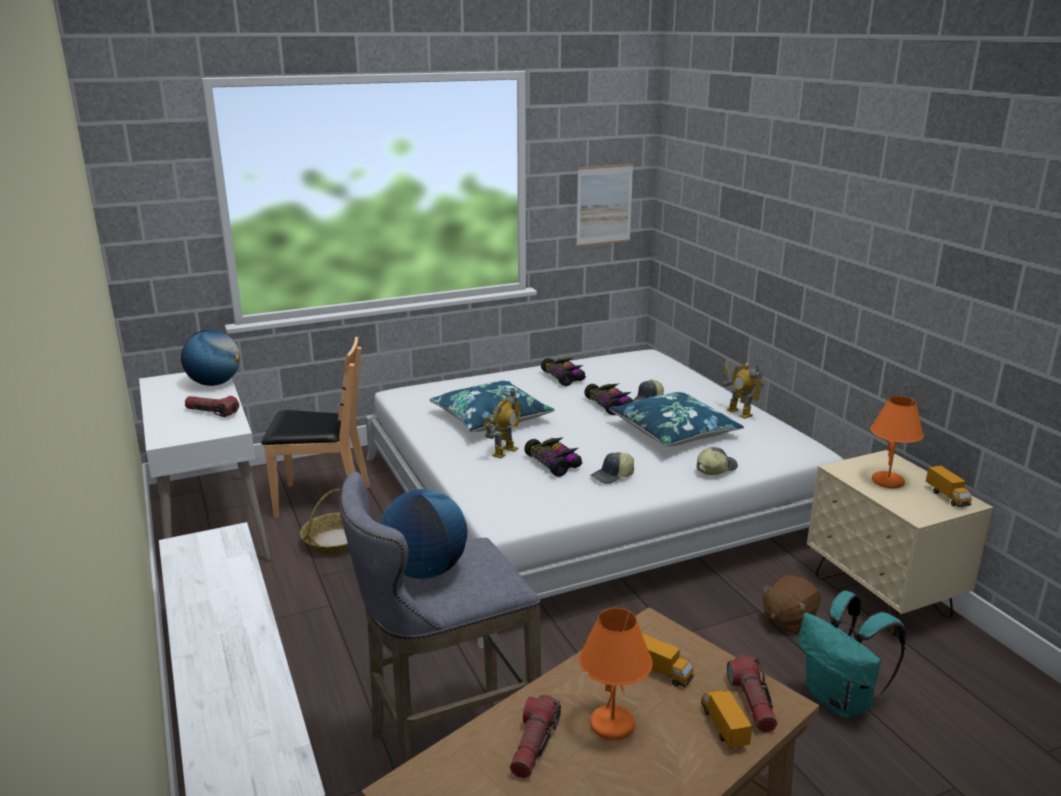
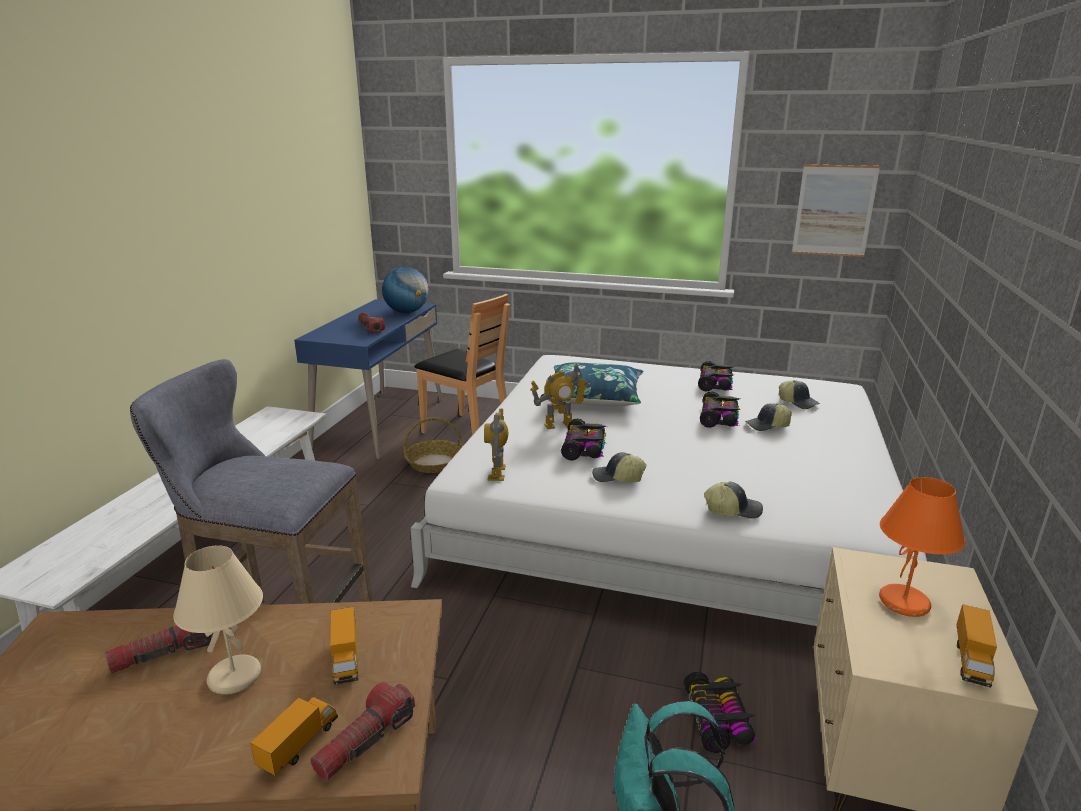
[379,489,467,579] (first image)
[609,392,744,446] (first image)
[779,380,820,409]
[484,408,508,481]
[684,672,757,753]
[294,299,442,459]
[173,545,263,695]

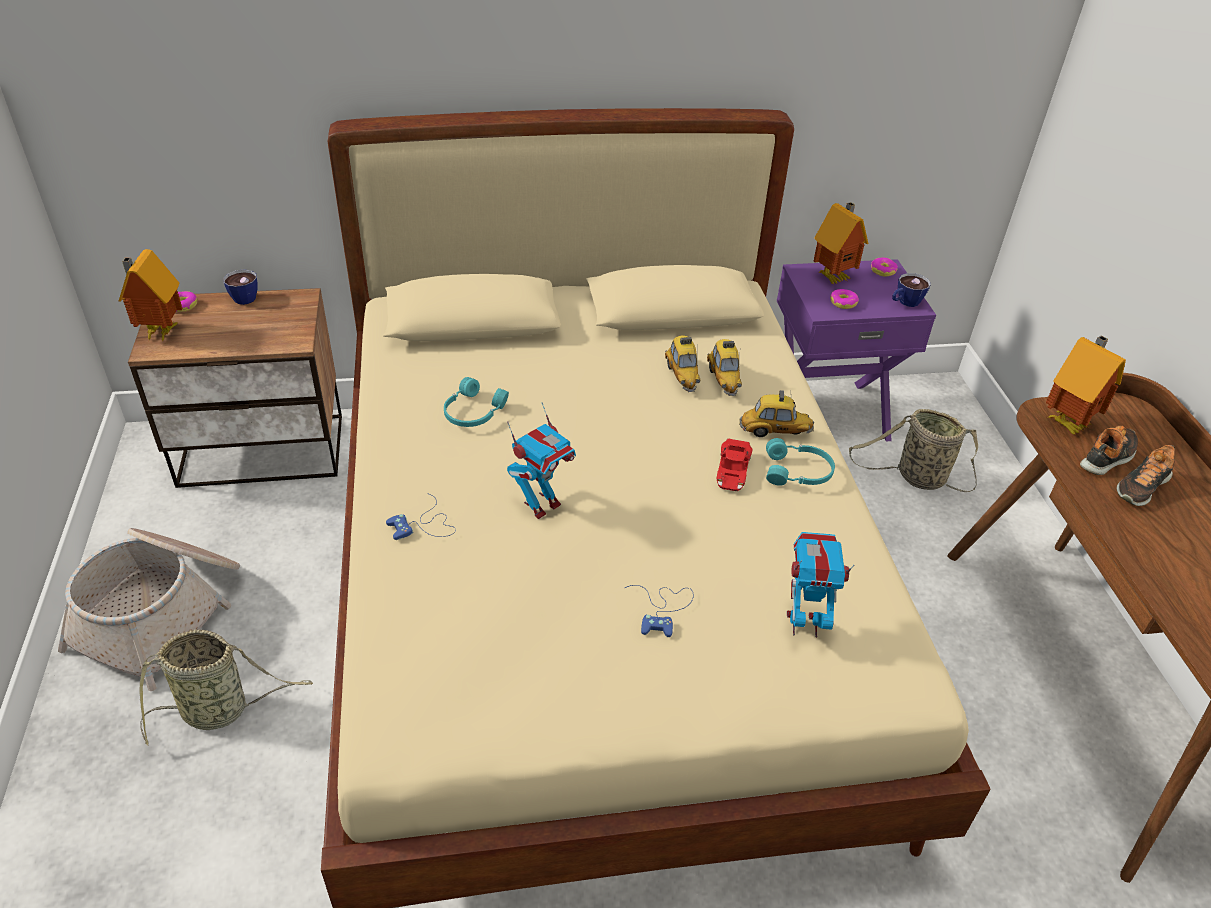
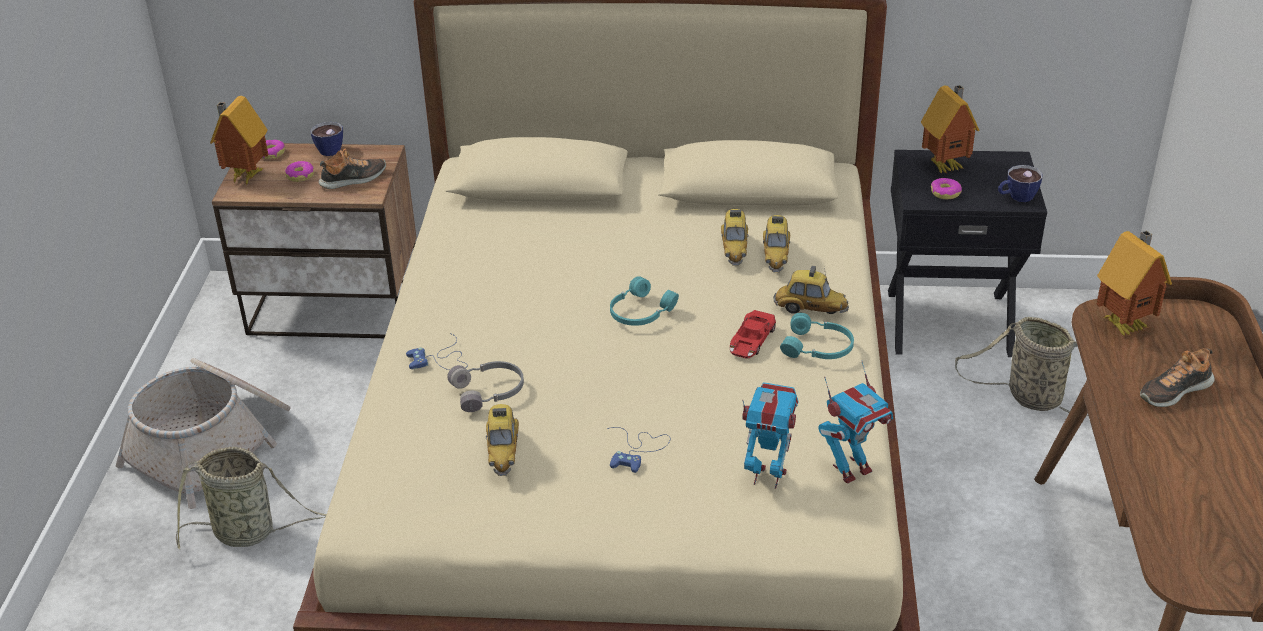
[447,361,524,412]
[486,404,519,476]
[610,276,679,326]
[818,360,893,484]
[285,161,314,182]
[318,148,386,189]
[888,150,1047,357]

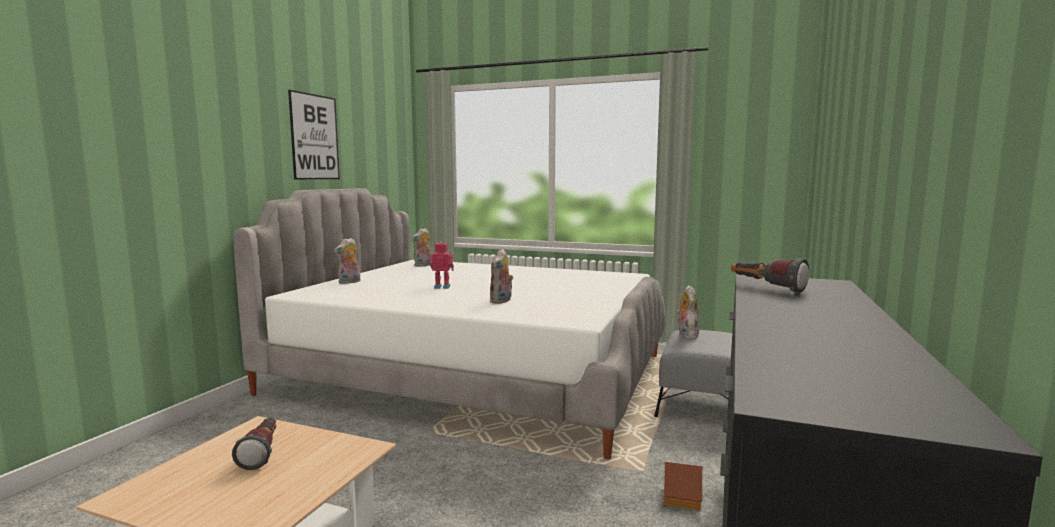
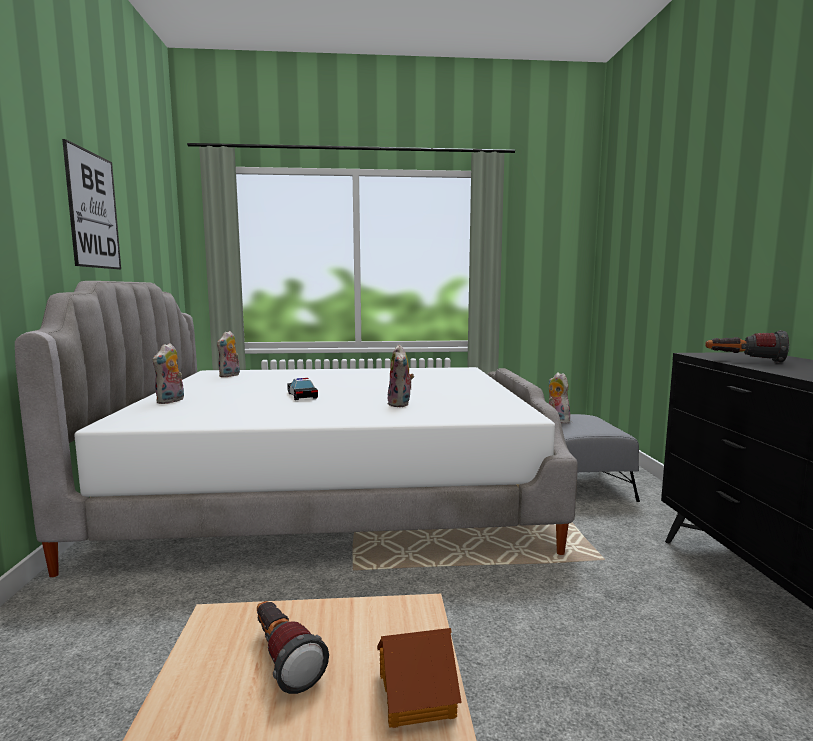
[377,628,462,728]
[287,378,318,400]

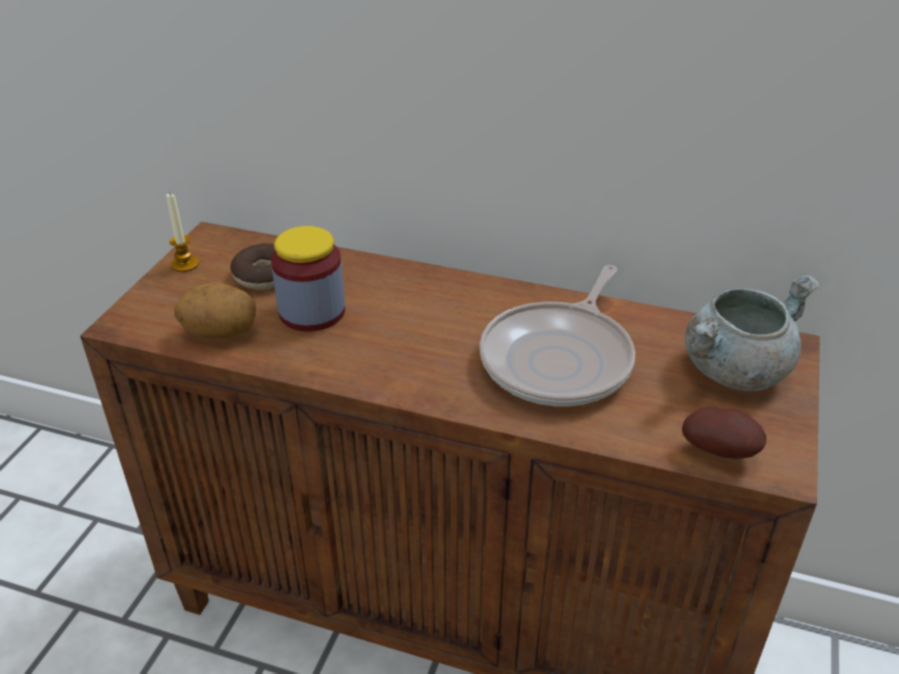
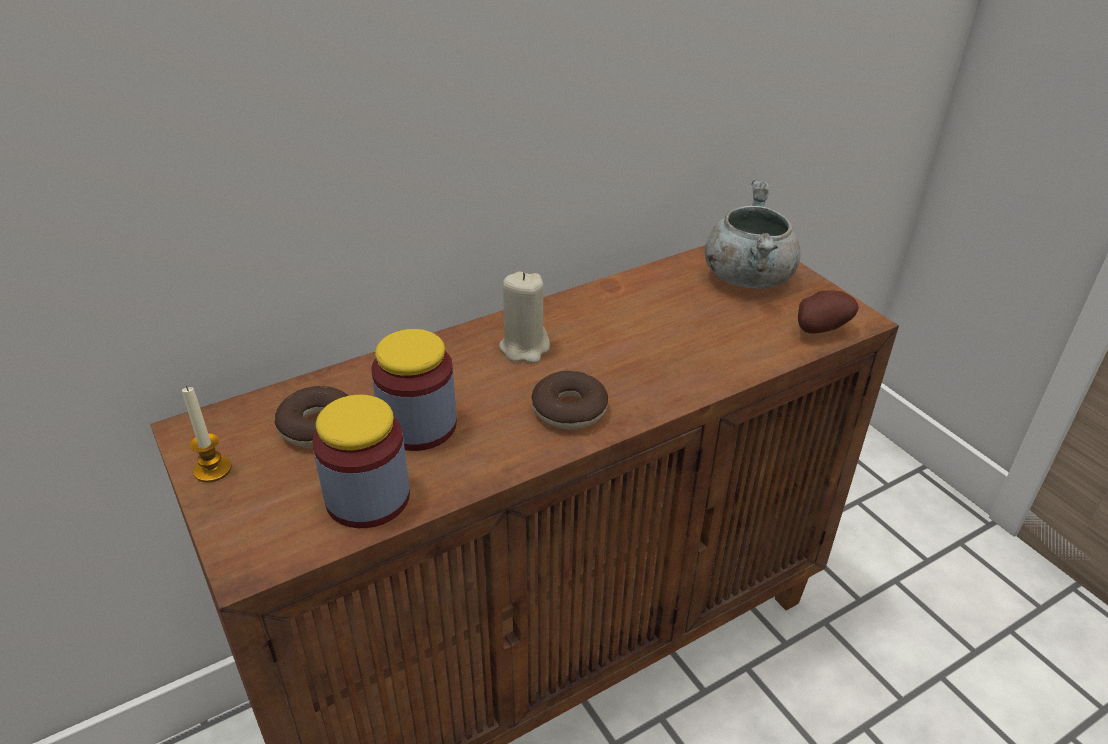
[480,265,635,406] (first image)
[499,272,550,363]
[532,371,608,430]
[312,395,410,528]

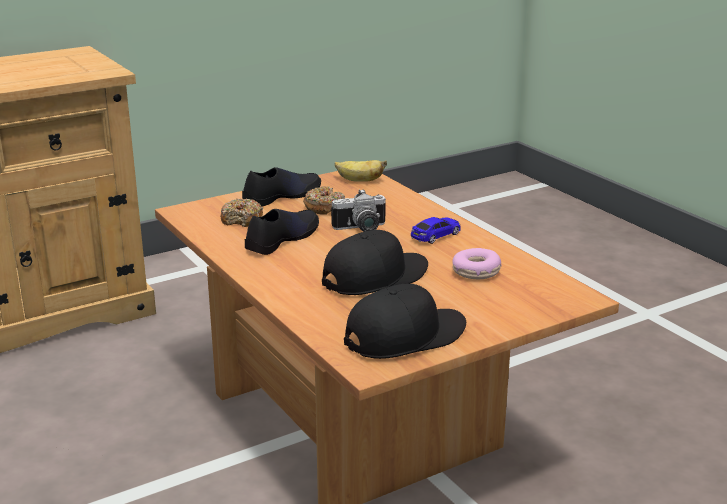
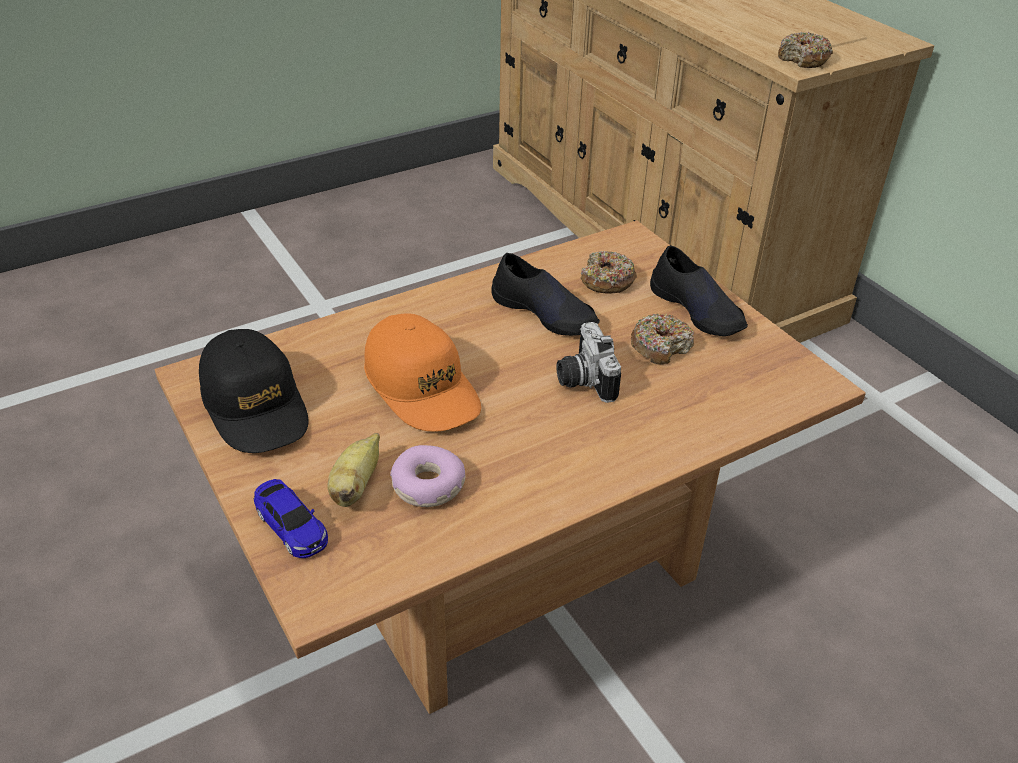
[778,32,833,68]
[327,433,380,507]
[254,479,328,558]
[364,313,481,432]

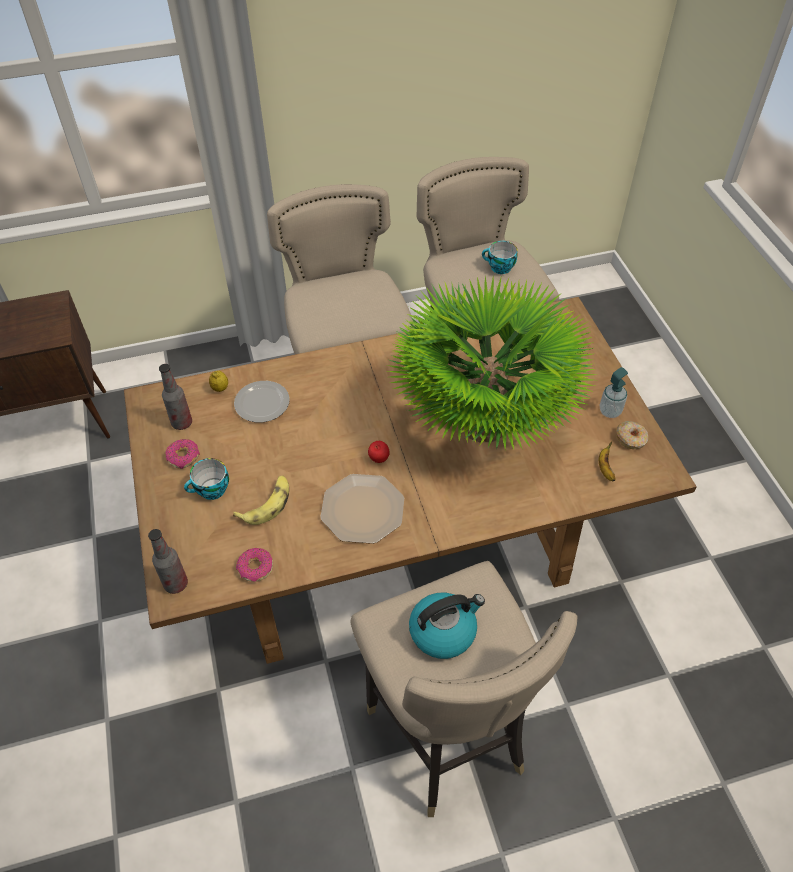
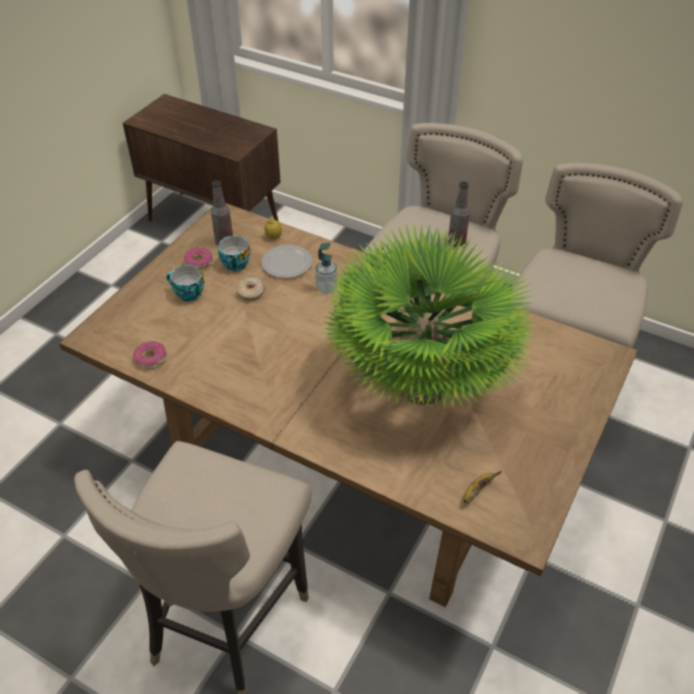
[233,475,289,525] (first image)
[320,474,404,544] (first image)
[368,441,390,463] (first image)
[409,593,485,659] (first image)
[448,181,470,247]
[218,236,250,271]
[315,243,338,294]
[236,276,265,301]

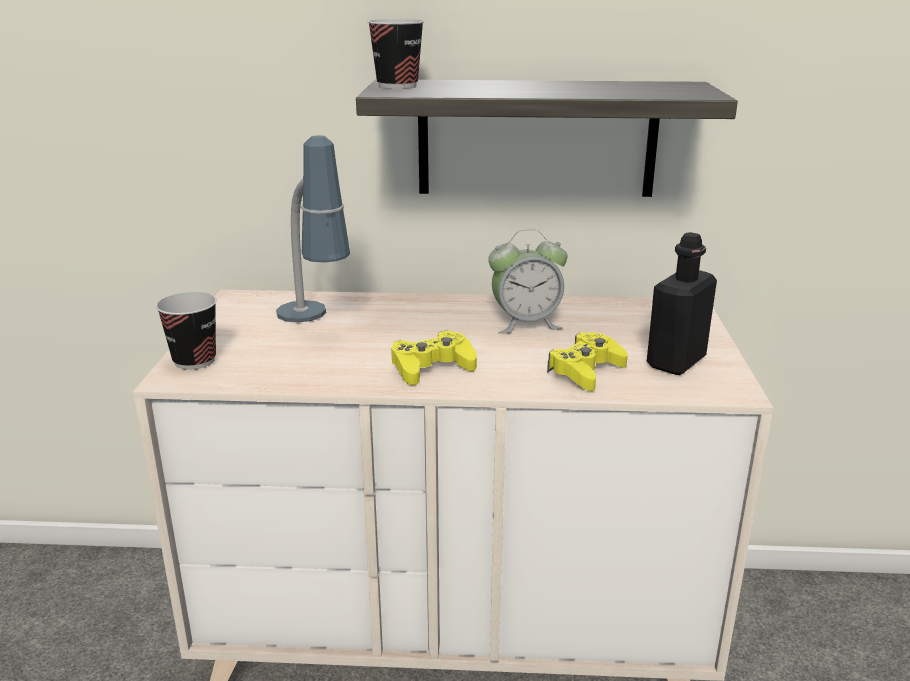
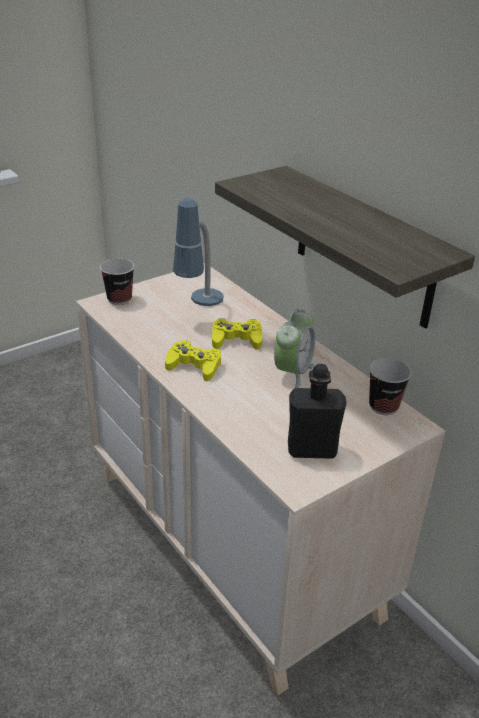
[369,358,411,415]
[212,318,262,350]
[274,308,315,388]

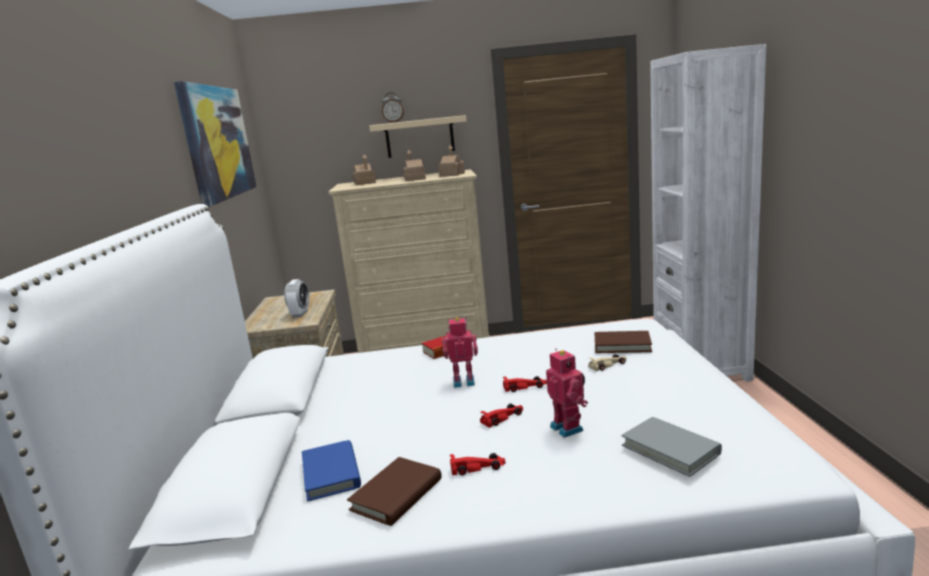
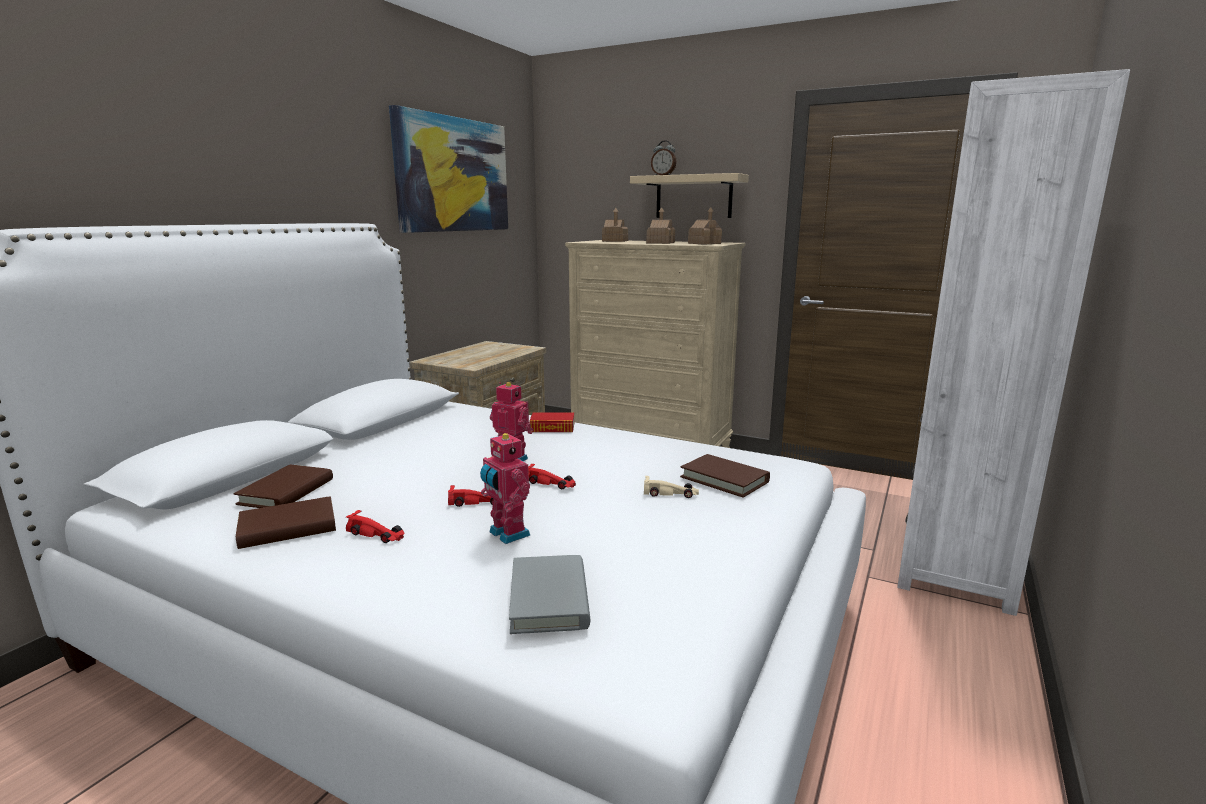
[284,279,309,317] (first image)
[234,464,333,508]
[480,432,530,544]

